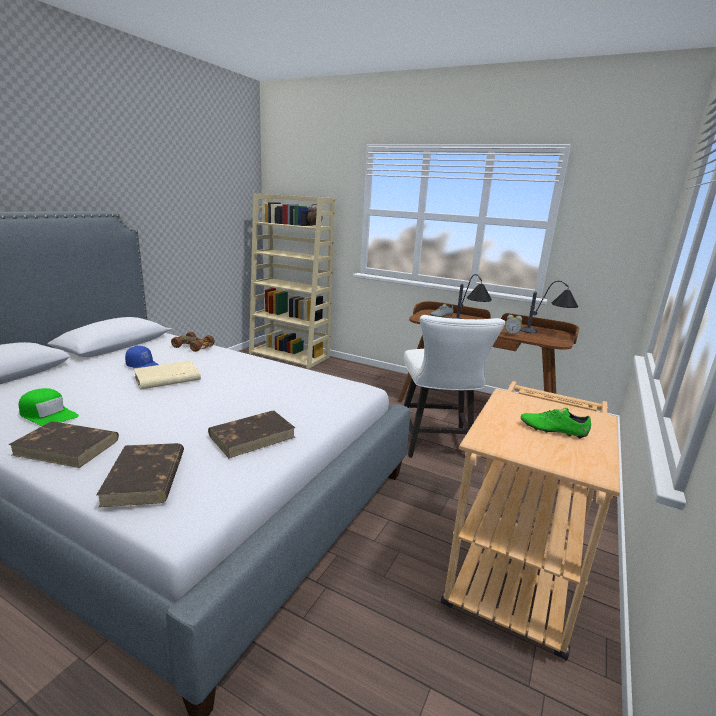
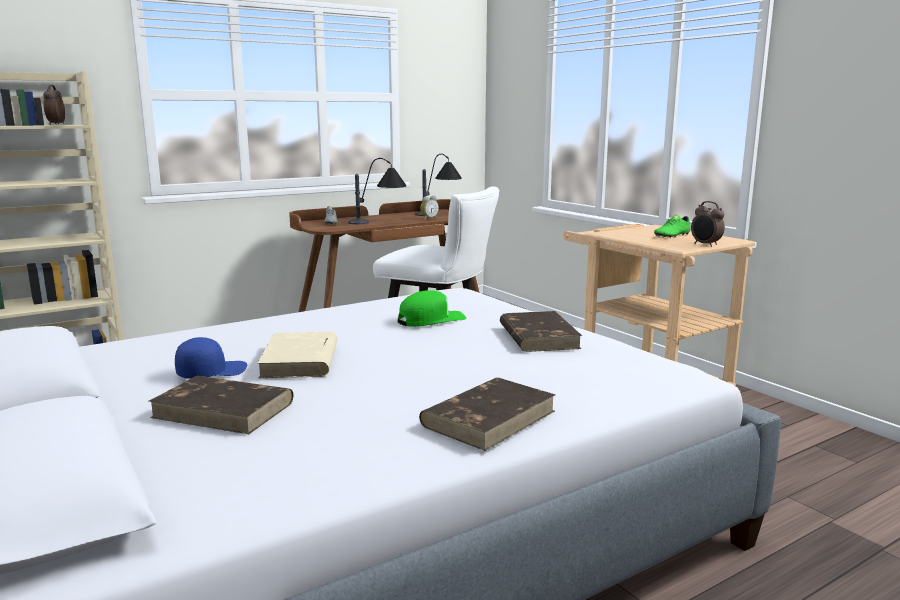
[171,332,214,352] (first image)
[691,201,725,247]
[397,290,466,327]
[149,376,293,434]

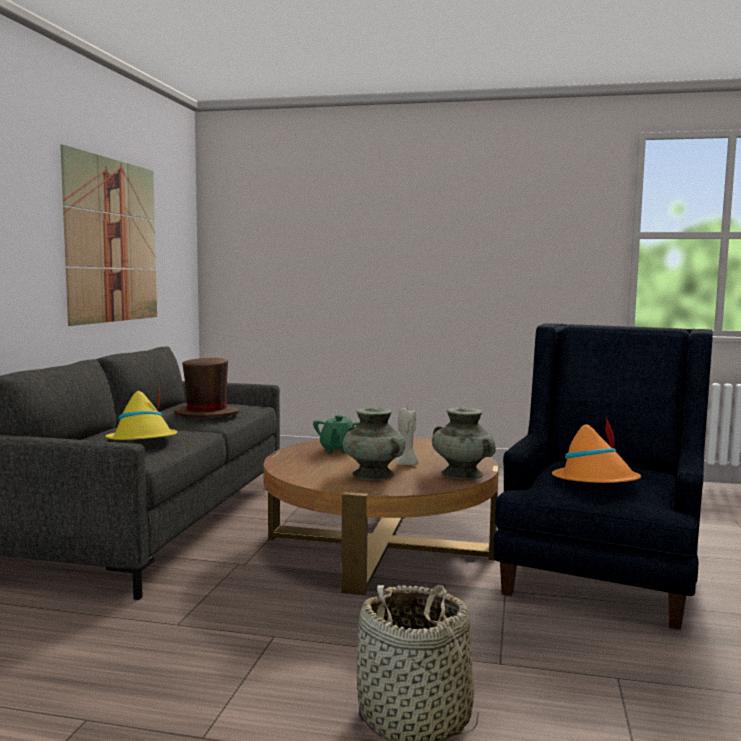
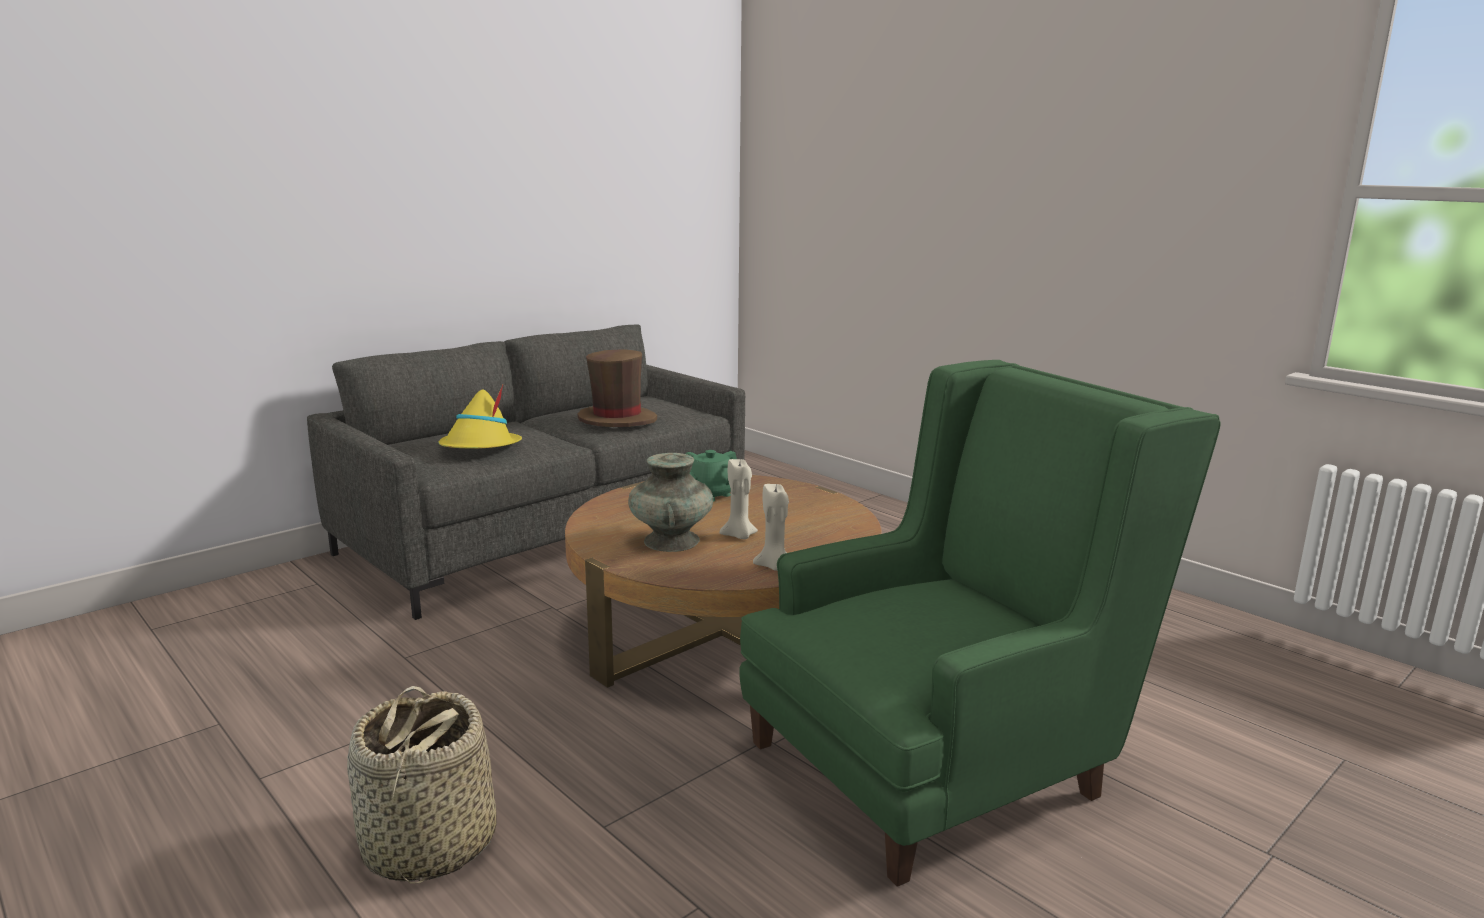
[60,144,157,326] (first image)
[552,417,641,483] (first image)
[753,484,789,571]
[739,360,1221,887]

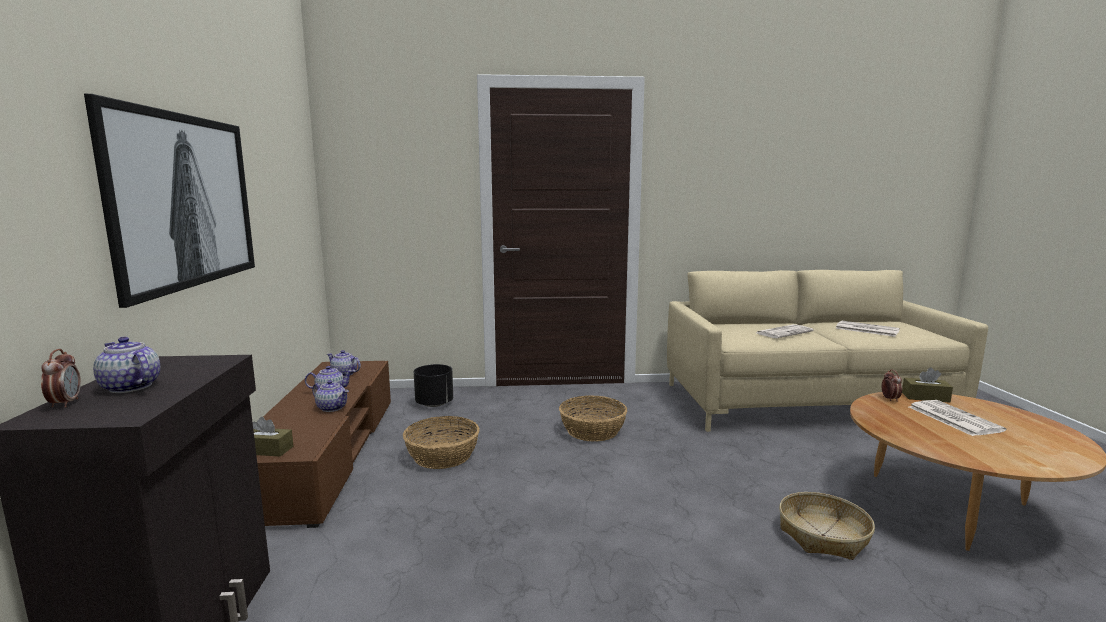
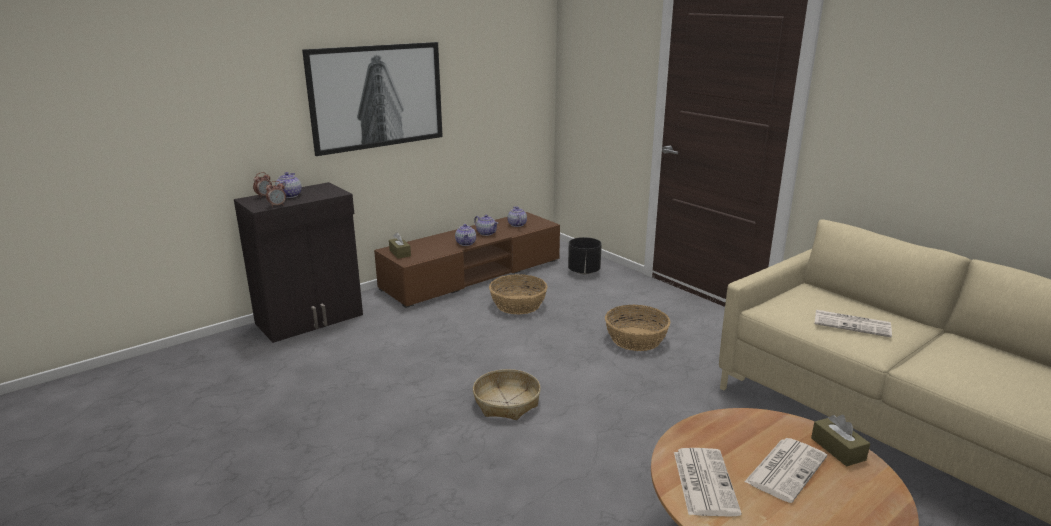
[473,369,541,420]
[674,448,742,517]
[266,181,286,207]

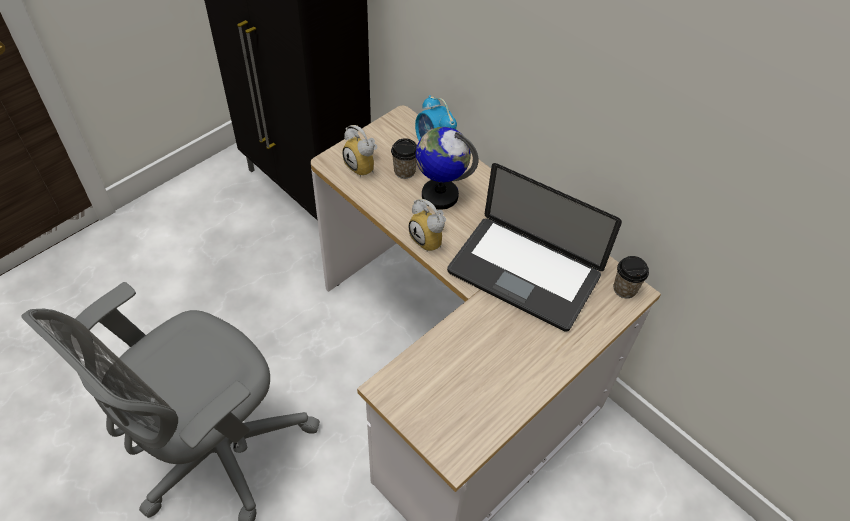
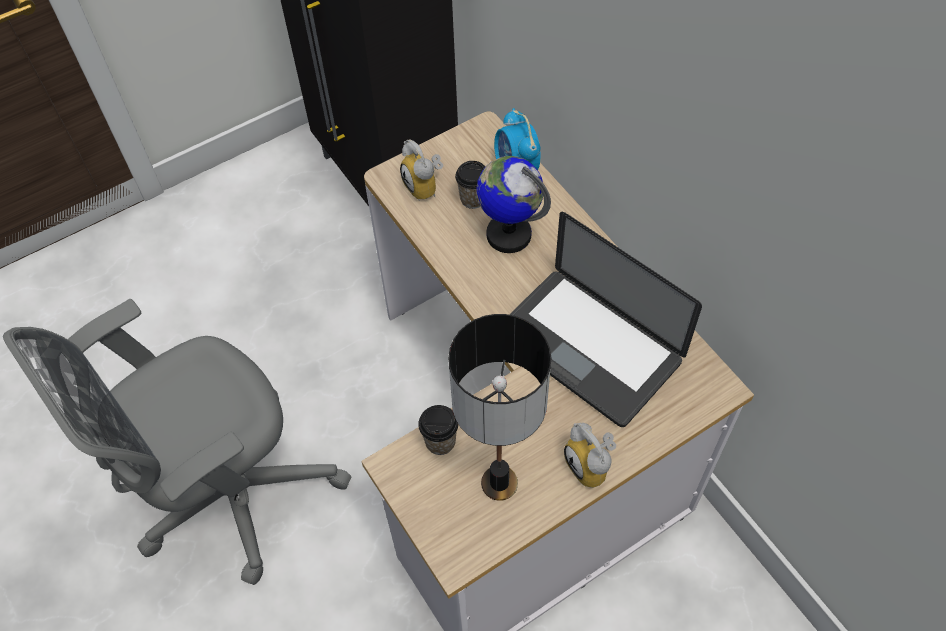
[448,314,551,501]
[564,423,616,488]
[418,405,459,455]

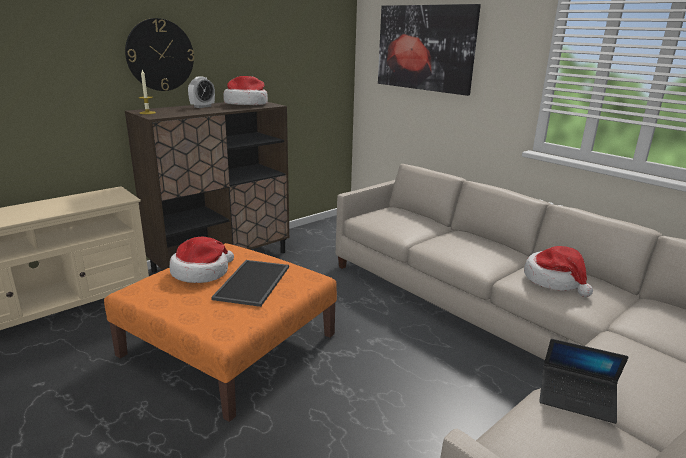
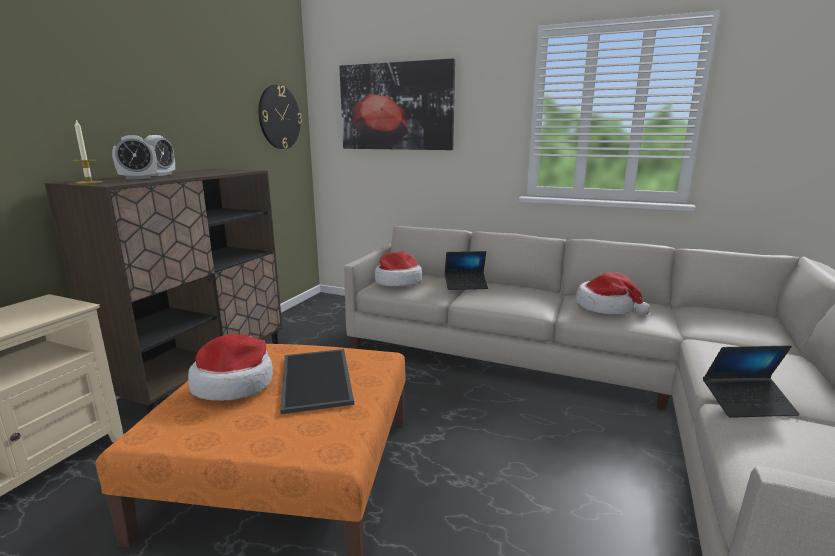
[112,135,157,180]
[445,251,488,290]
[258,85,302,149]
[375,251,422,287]

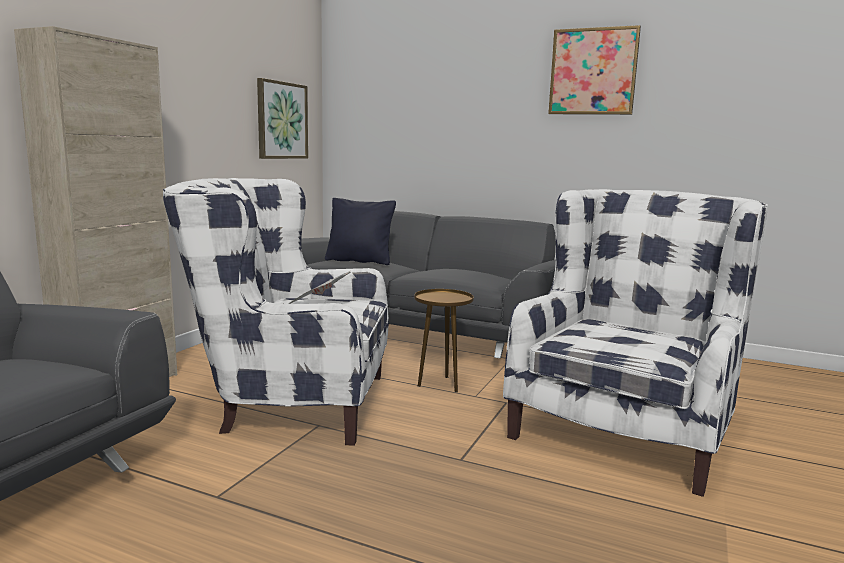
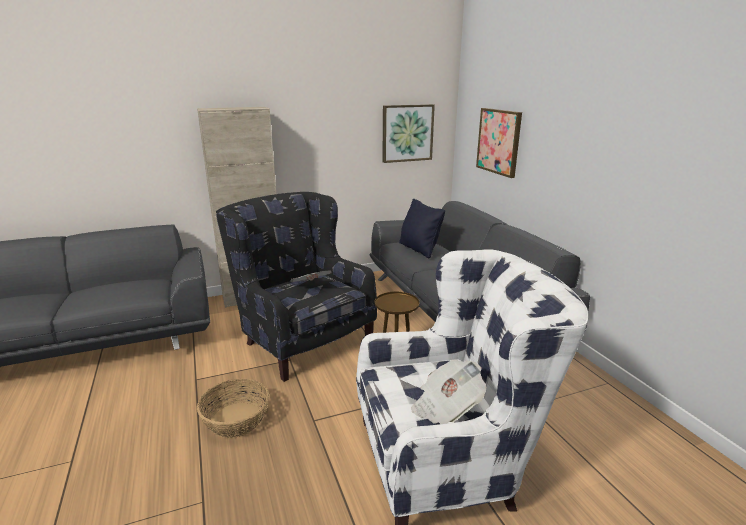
[197,379,269,438]
[411,359,486,424]
[476,108,522,178]
[216,192,377,382]

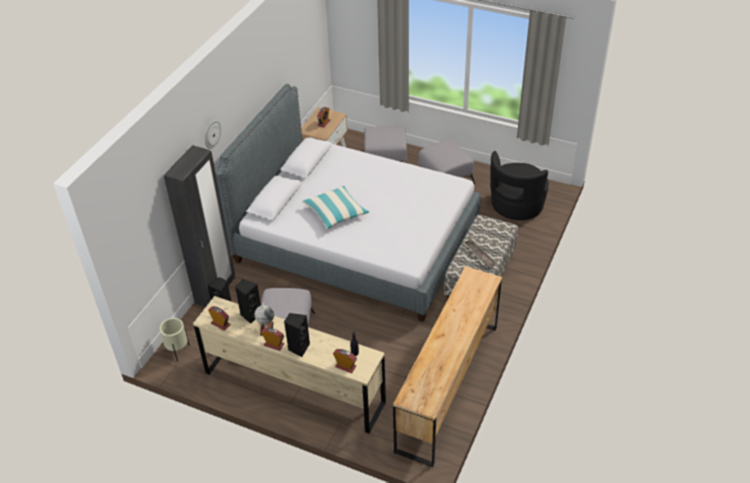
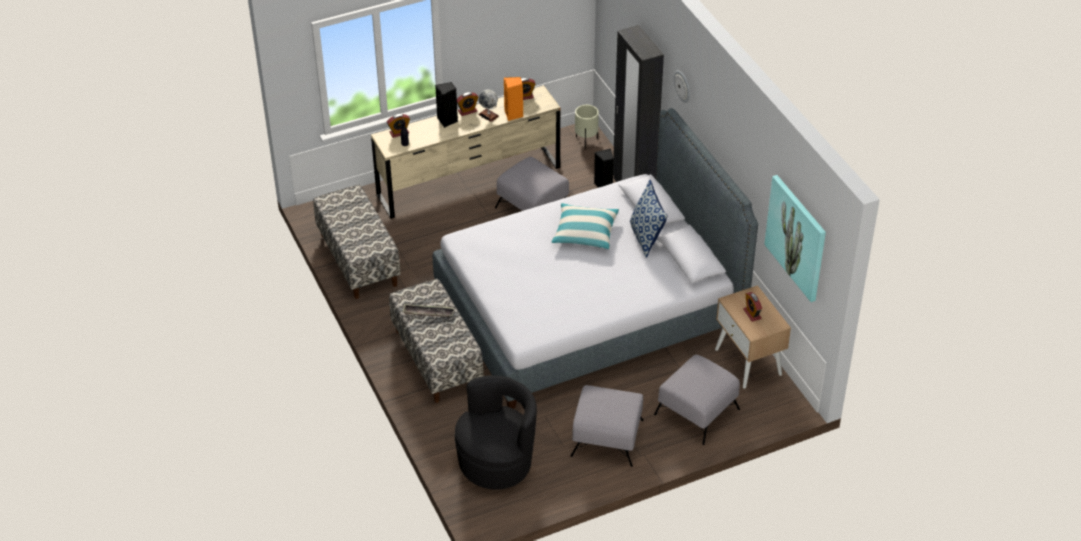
[630,180,668,258]
[764,175,826,302]
[313,185,401,299]
[504,77,523,121]
[455,375,537,490]

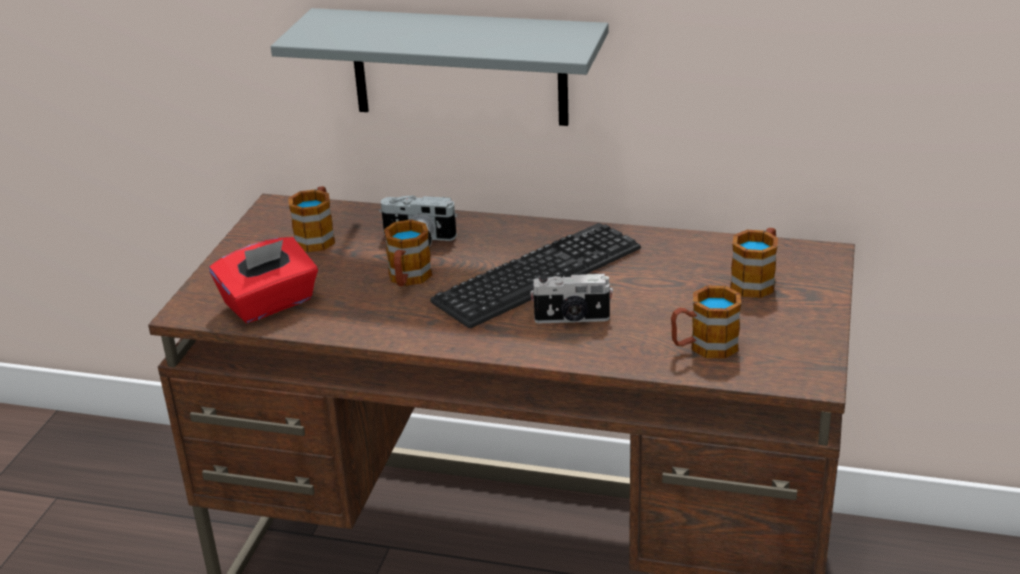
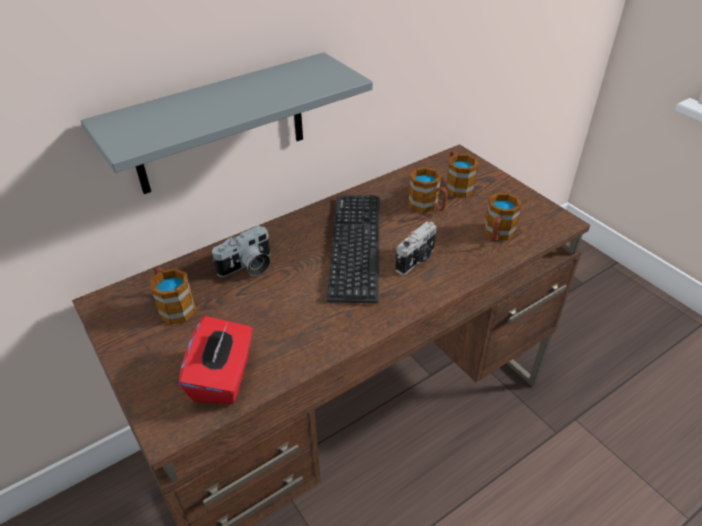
[408,167,448,213]

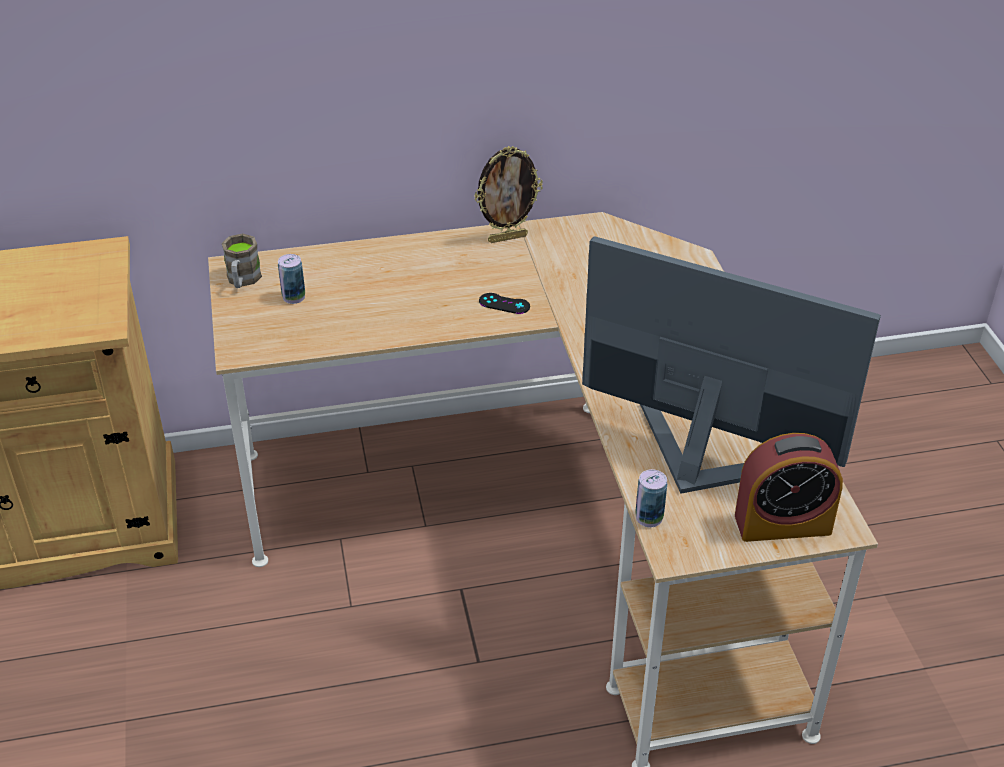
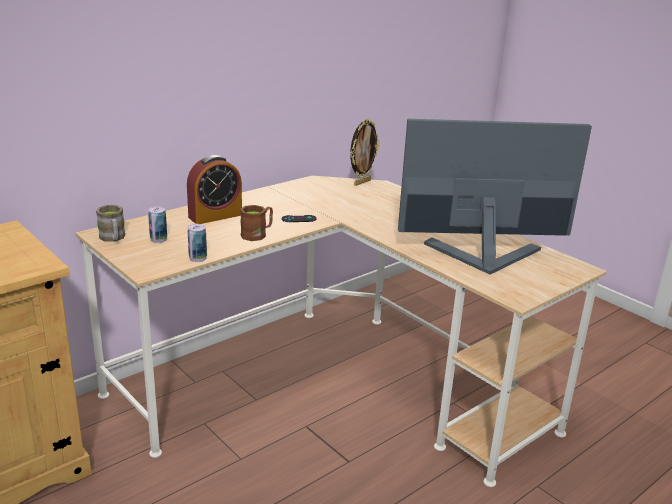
[240,205,273,241]
[350,118,379,186]
[188,224,207,262]
[187,155,242,224]

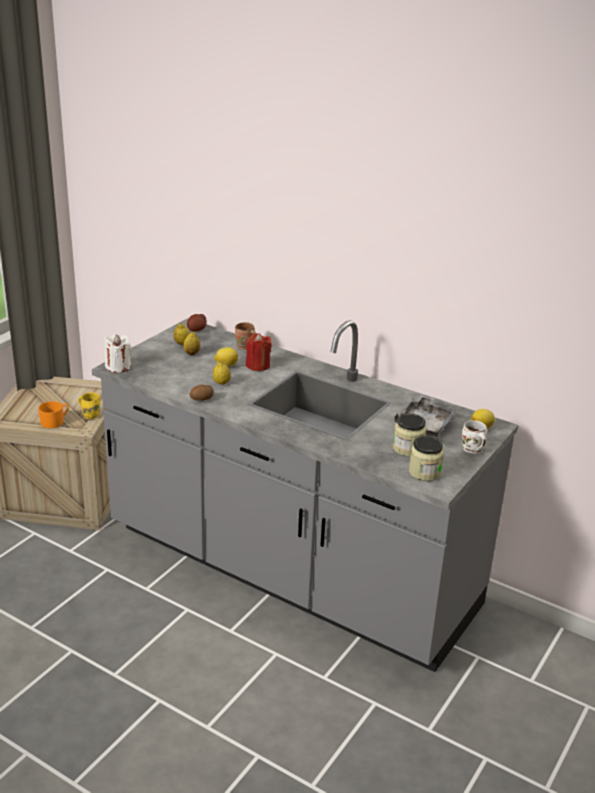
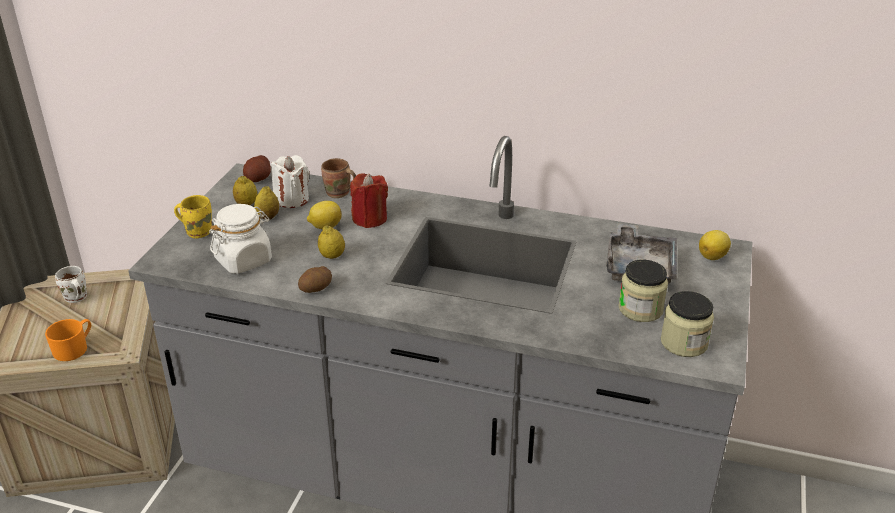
[209,204,272,274]
[174,195,212,239]
[271,155,309,208]
[55,266,87,303]

